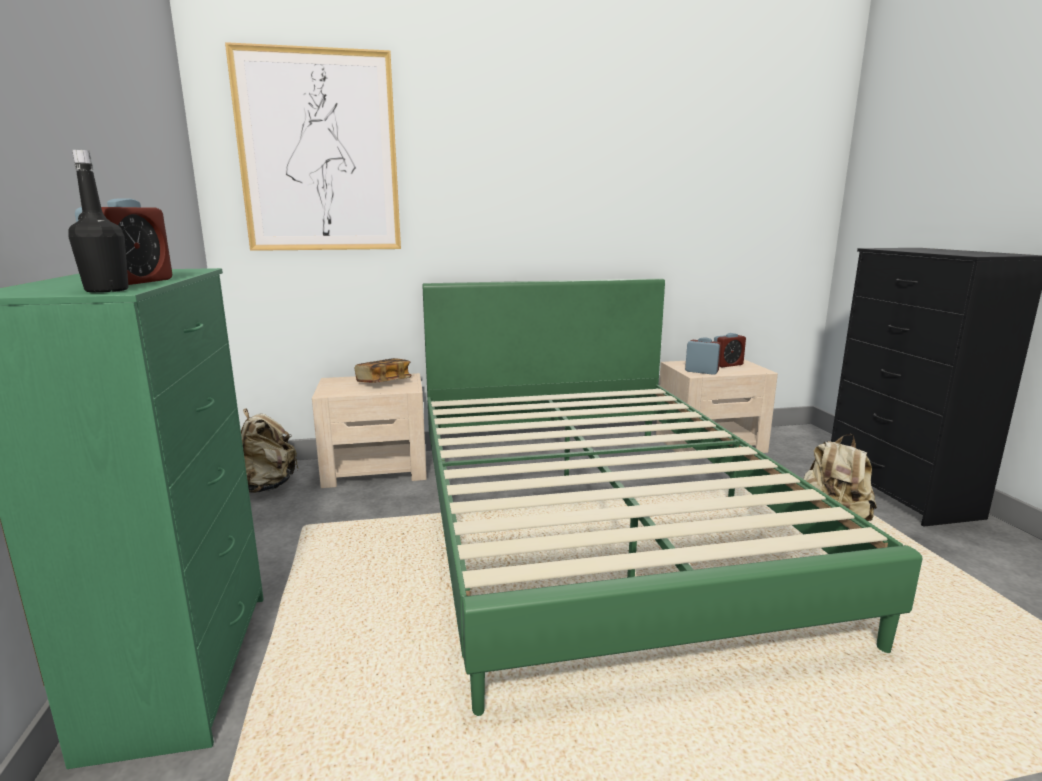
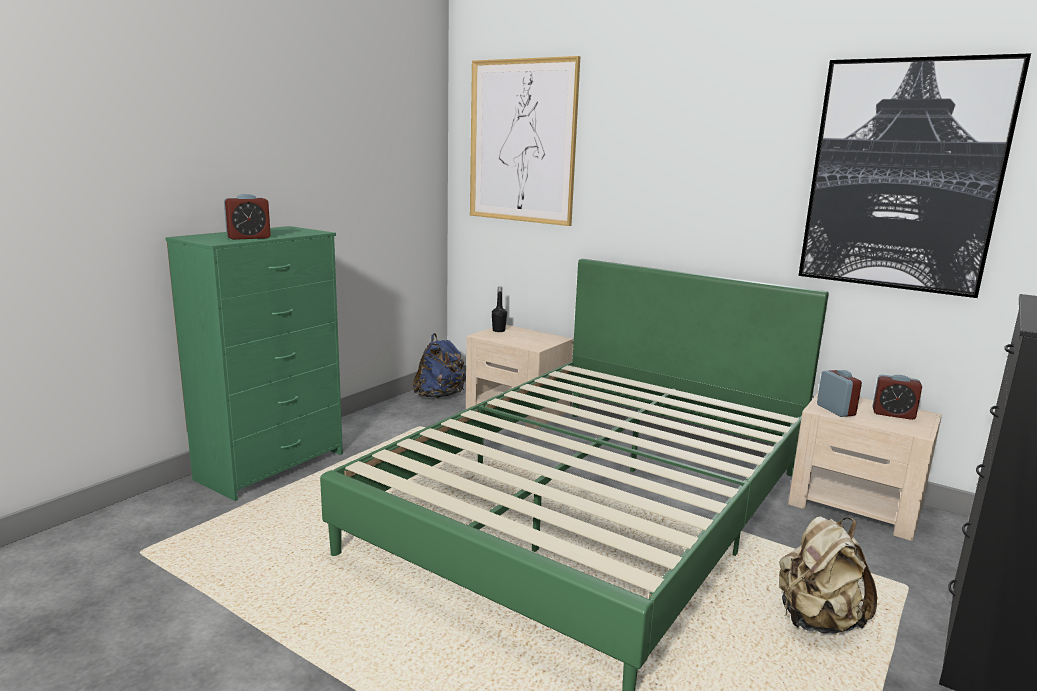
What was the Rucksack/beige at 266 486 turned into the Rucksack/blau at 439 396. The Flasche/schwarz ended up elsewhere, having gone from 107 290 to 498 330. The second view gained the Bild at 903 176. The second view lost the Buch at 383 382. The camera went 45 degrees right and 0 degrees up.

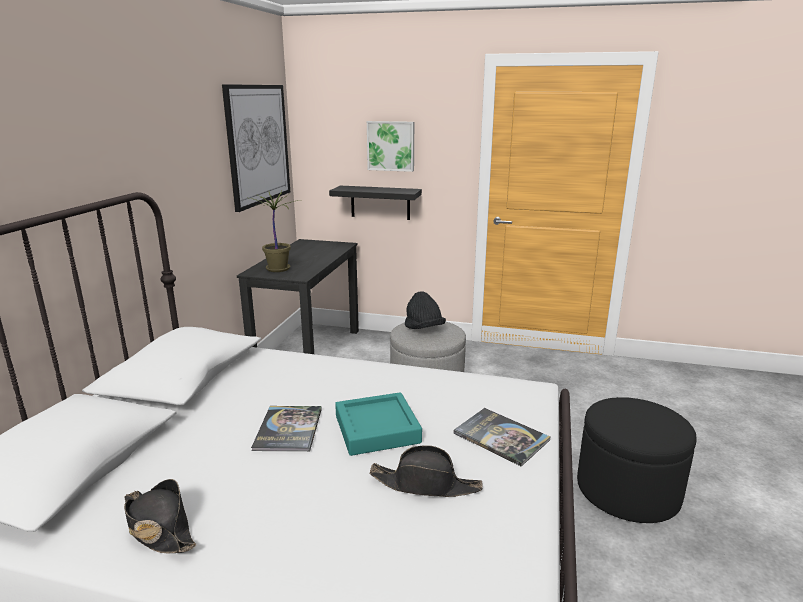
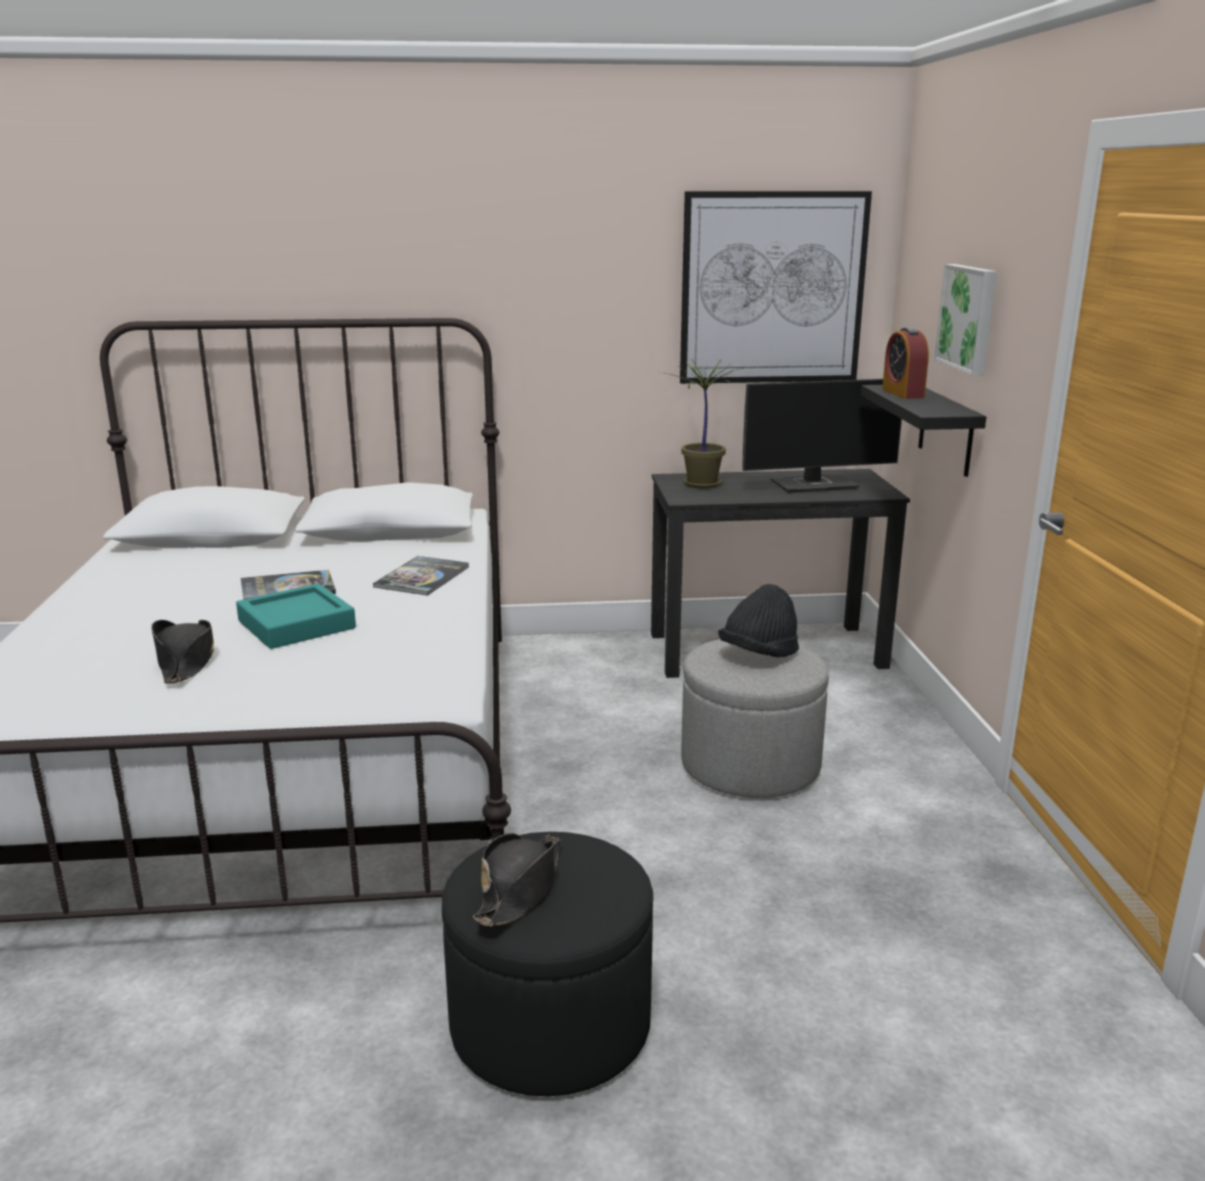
The Buch ended up elsewhere, having gone from 501 437 to 422 577. The Hut/schwarz ended up elsewhere, having gone from 158 527 to 520 888. The second view gained the Monitor at 815 485. The second view gained the Wecker at 902 393. The camera went 70 degrees right and 0 degrees up.

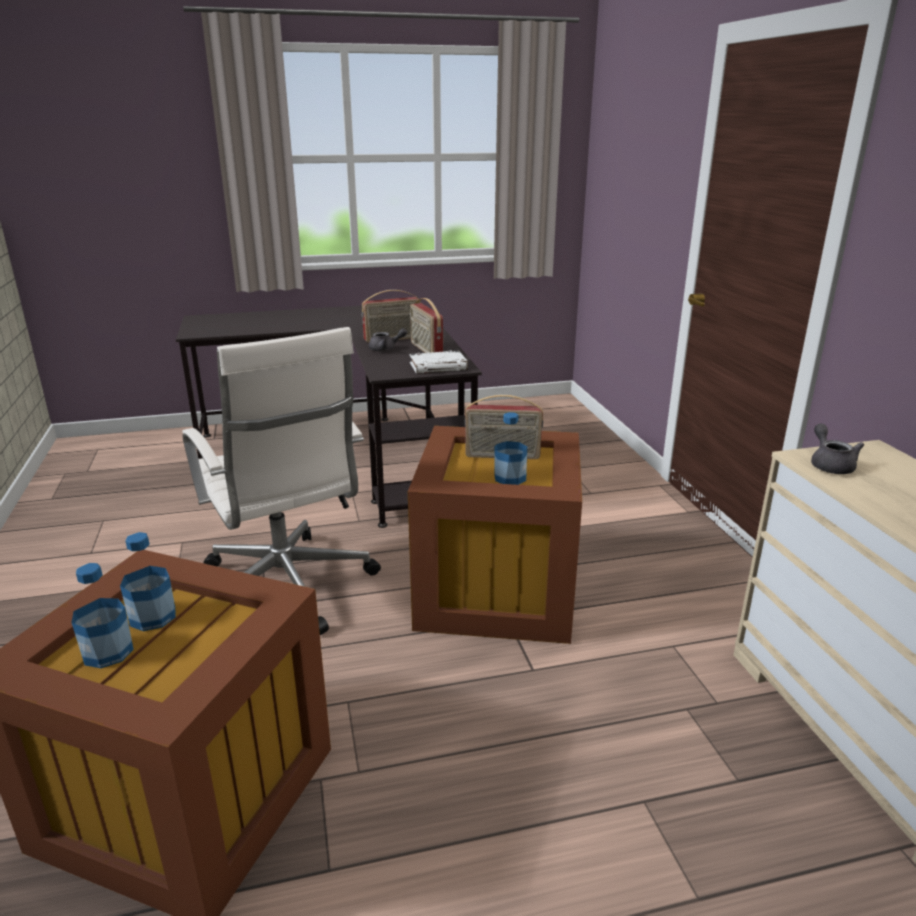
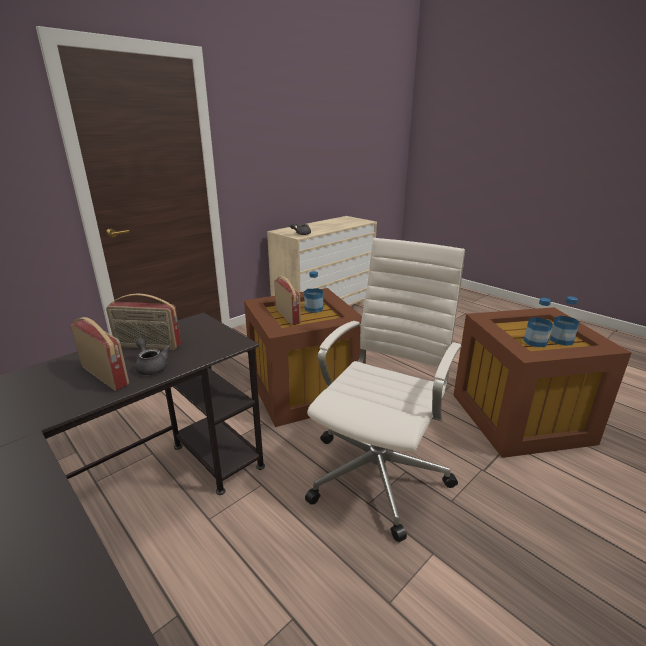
The Radio at 425 350 ended up facing another way, 60 degrees clockwise from before. The second view lost the Buch/weiß at 438 366. The camera went 120 degrees left and 0 degrees up.

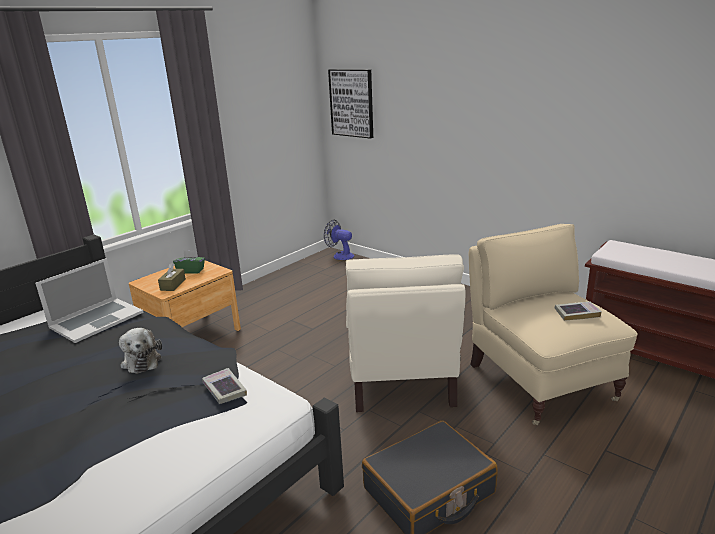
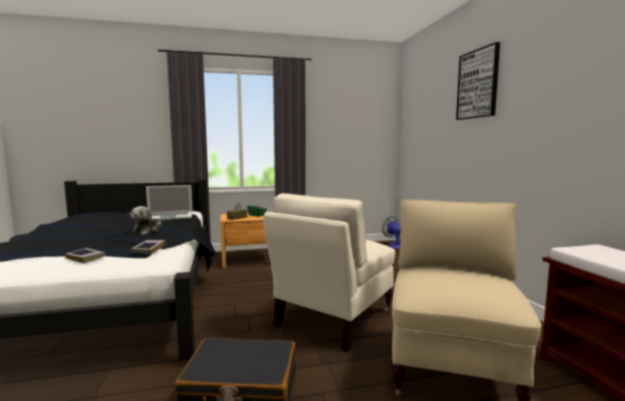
The Buch ended up elsewhere, having gone from 577 313 to 85 258. The Bild ended up elsewhere, having gone from 352 103 to 478 84. The camera went 35 degrees right and 15 degrees down.

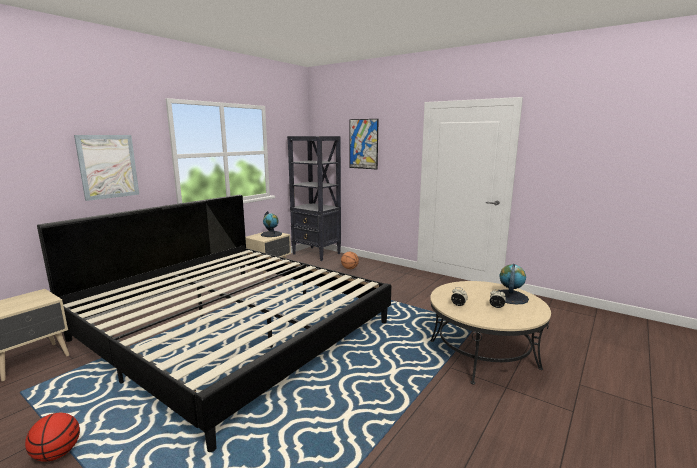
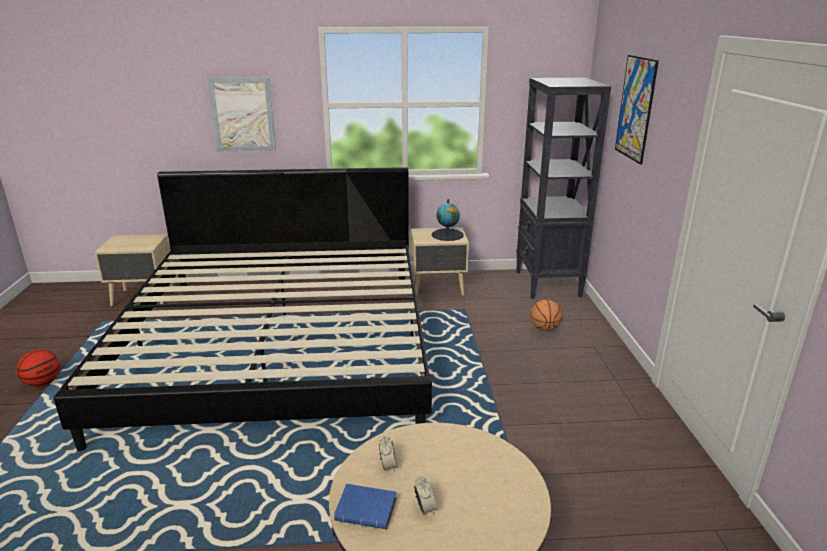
The second view gained the Buch/blau at 368 510. The second view lost the Globus at 510 297. The camera went 50 degrees right and 10 degrees up.

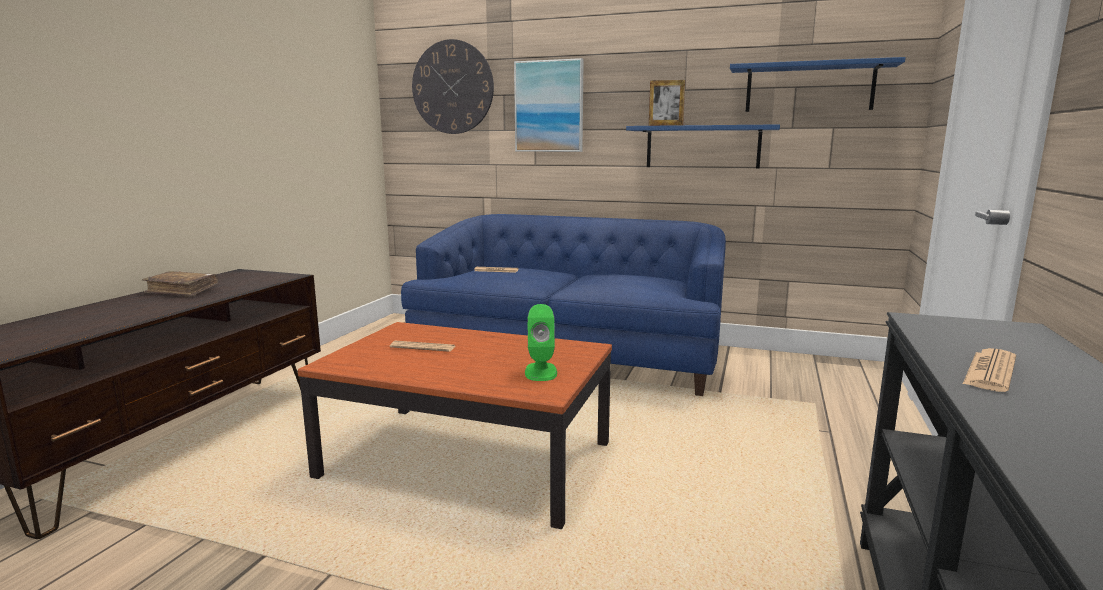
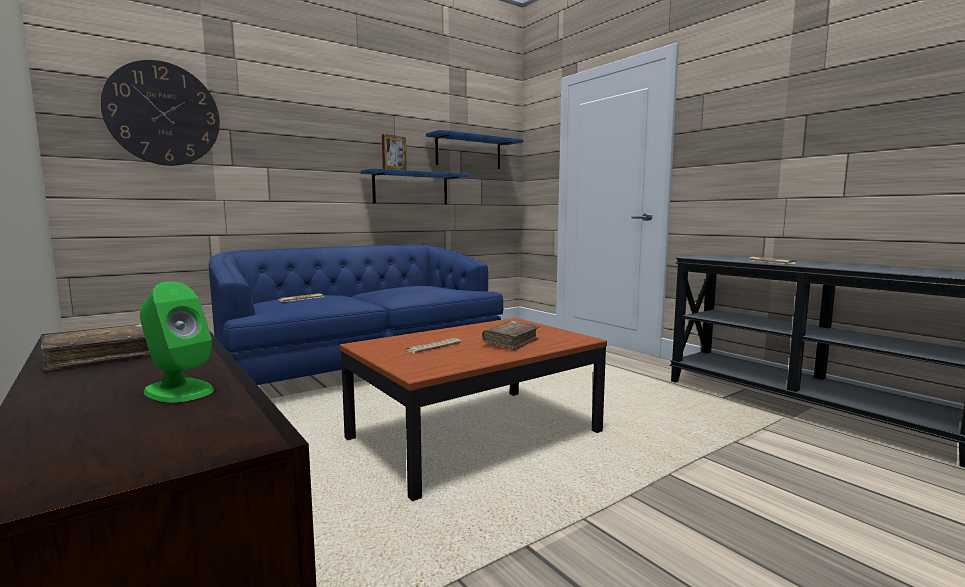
The Lautsprecher/grün ended up elsewhere, having gone from 541 372 to 178 391. The second view gained the Buch/braun at 511 342. The second view lost the Bild at 549 106. The camera went 55 degrees left and 5 degrees down.

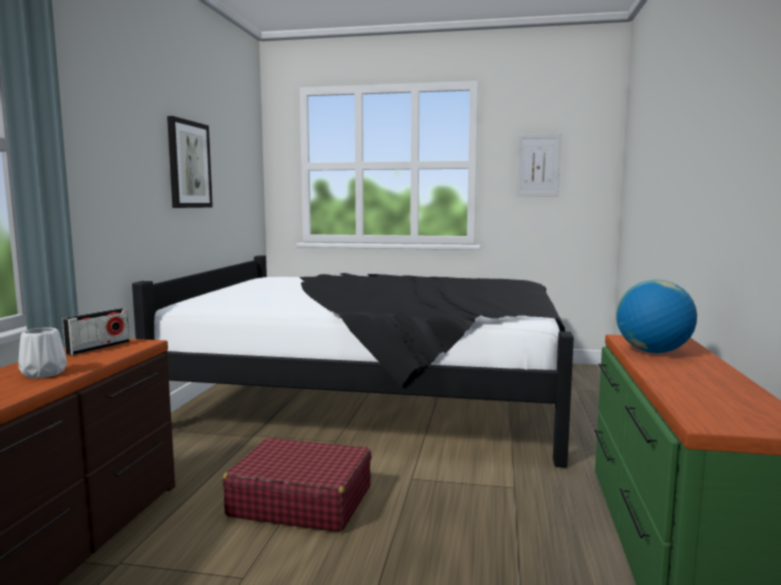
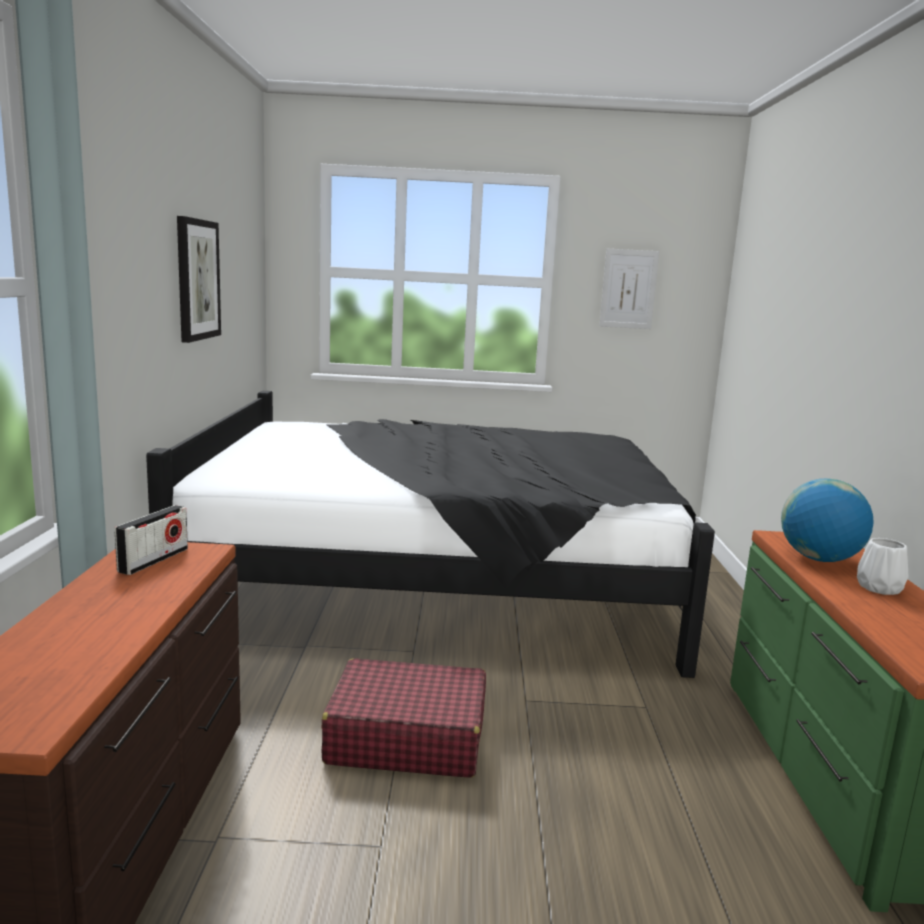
The Vase/weiß ended up elsewhere, having gone from 44 373 to 878 587. The camera went 10 degrees left and 5 degrees up.

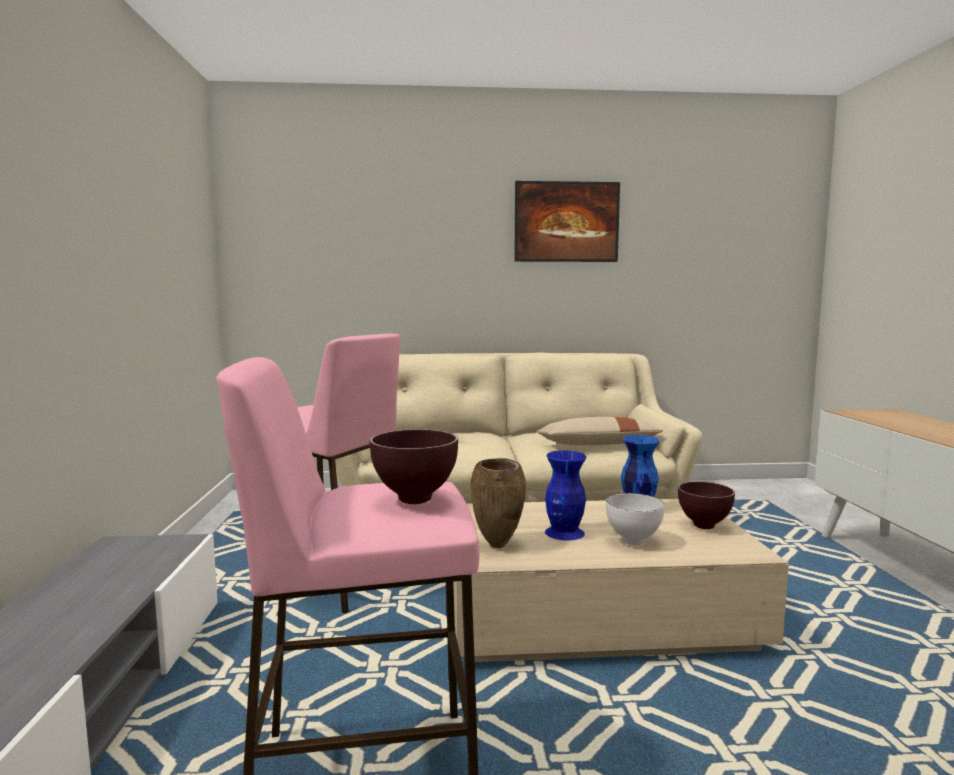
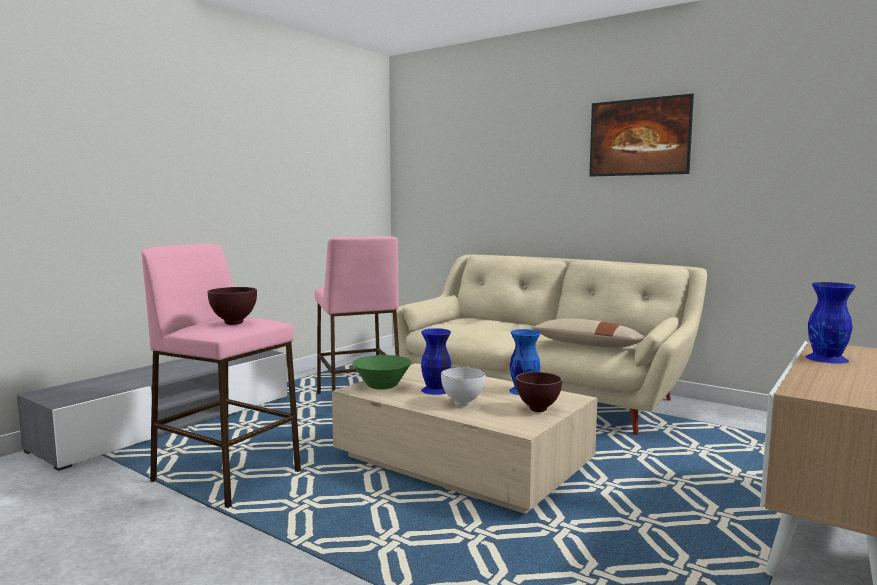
Where the Vase/braun stood at 498 545, the Schüssel/grün came to stand at 382 386. The second view gained the Vase/blau at 827 358. The camera went 40 degrees right and 0 degrees up.

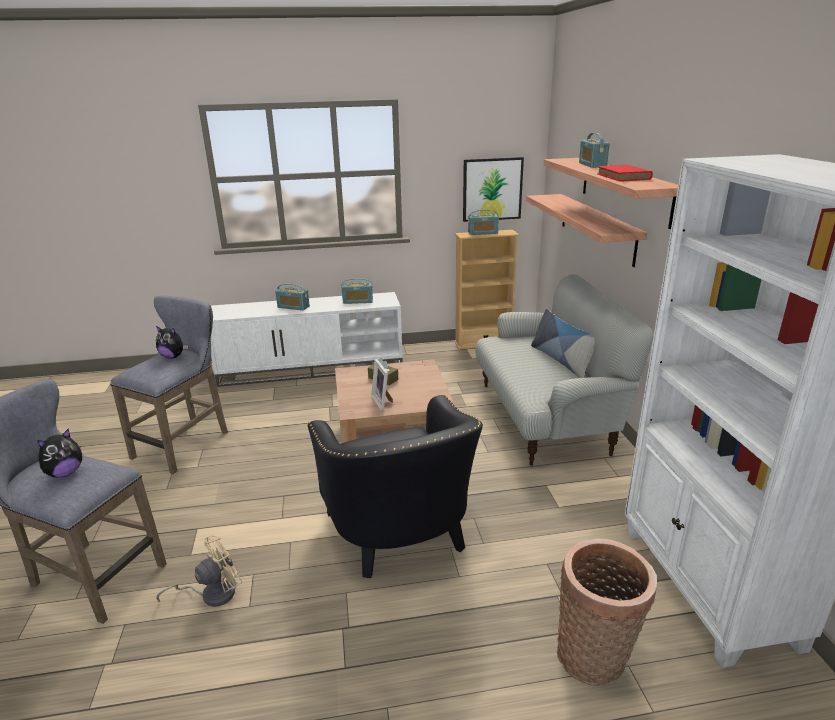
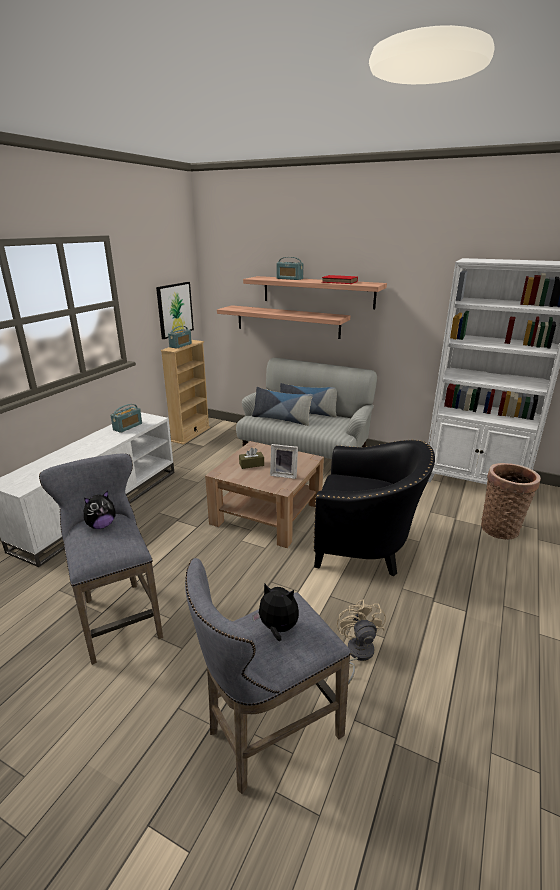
The second view gained the Kissen at 281 419. The Plüschtier at 65 473 ended up facing another way, 60 degrees counterclockwise from before. The second view lost the Radio at 293 307. The camera went 55 degrees left and 0 degrees up.

